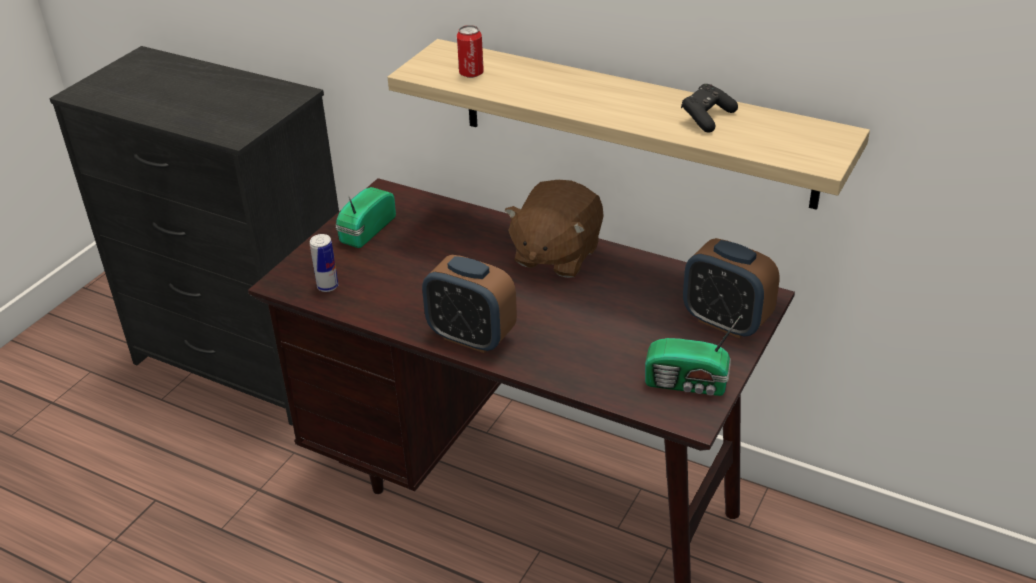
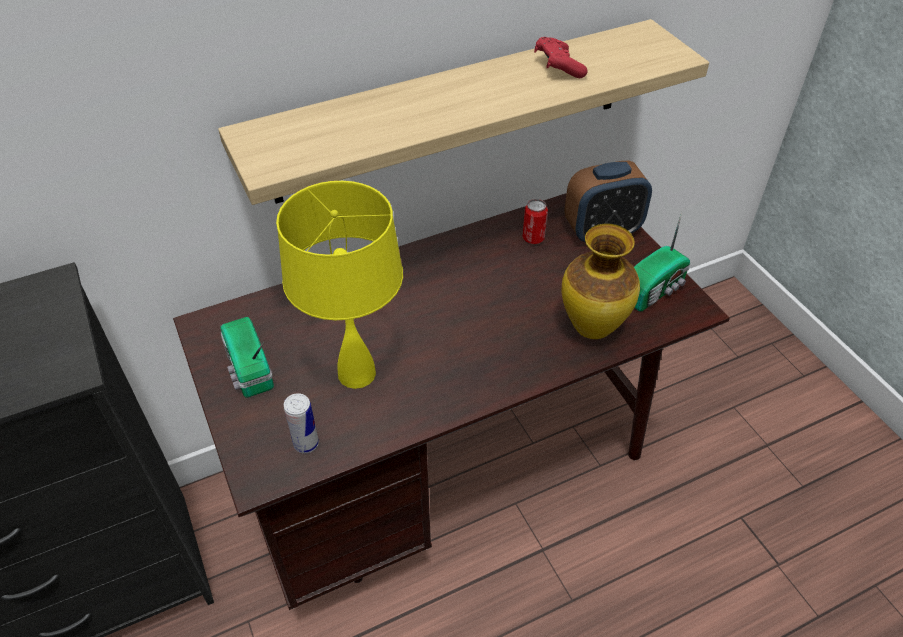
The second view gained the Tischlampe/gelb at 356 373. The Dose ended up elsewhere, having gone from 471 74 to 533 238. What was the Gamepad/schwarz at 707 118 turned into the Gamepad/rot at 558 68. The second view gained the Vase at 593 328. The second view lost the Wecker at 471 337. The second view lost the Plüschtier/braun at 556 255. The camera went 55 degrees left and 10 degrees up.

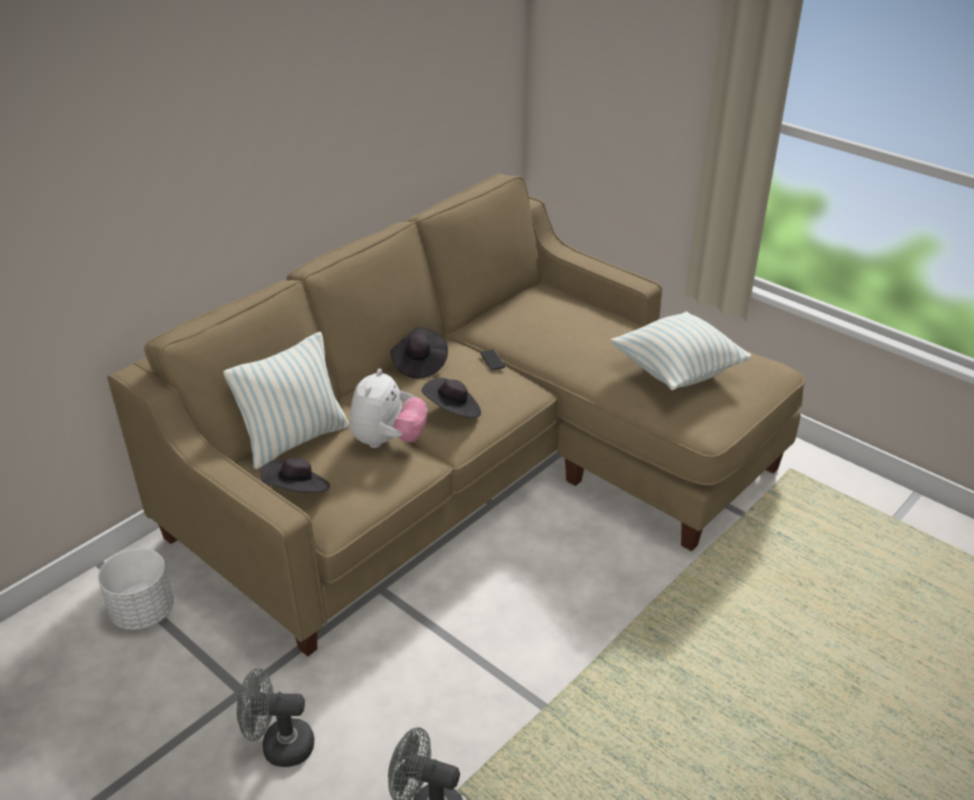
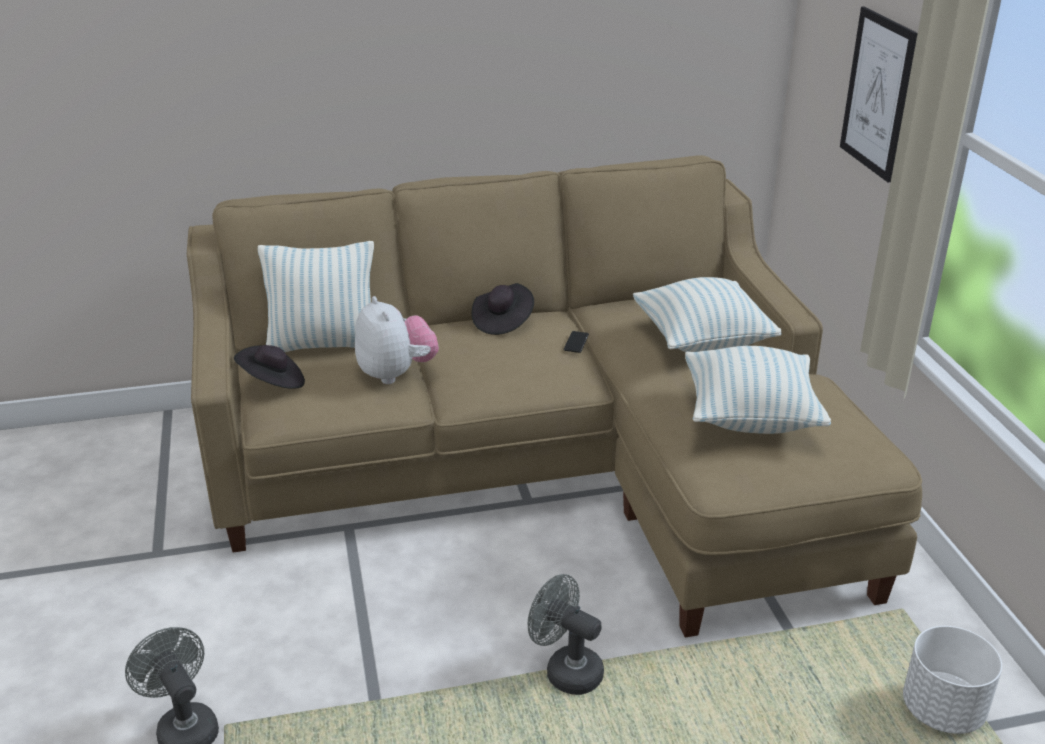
The Plüschtier at 388 441 ended up facing another way, 75 degrees counterclockwise from before. The Ventilator/grau ended up elsewhere, having gone from 279 746 to 566 670. The second view gained the Kissen at 702 342. The second view gained the Bild at 877 93. The Pflanzkübel/weiß ended up elsewhere, having gone from 143 612 to 941 710. The second view lost the Hut/schwarz at 453 411. The camera went 35 degrees right and 5 degrees down.

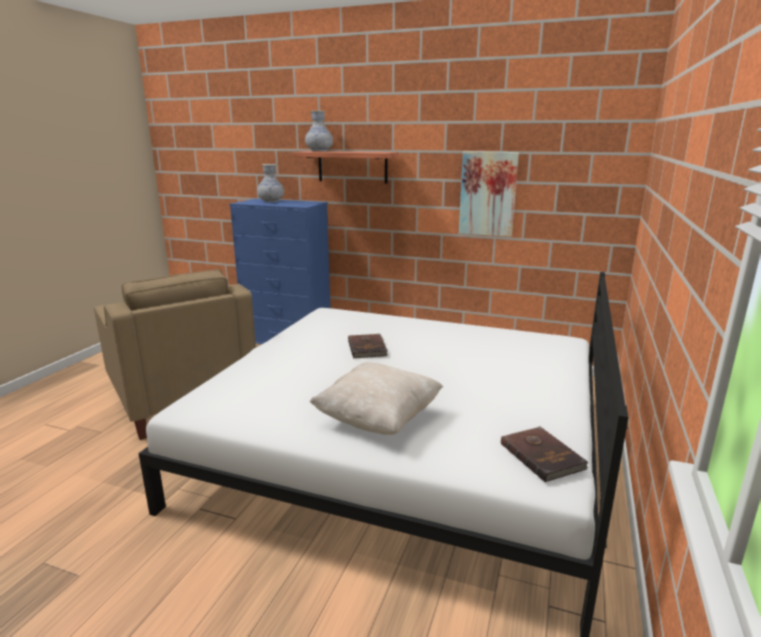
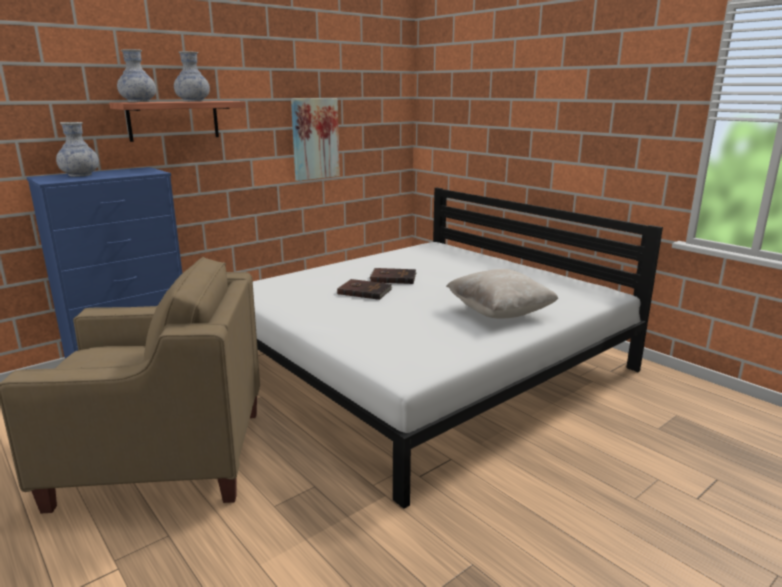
The second view gained the Vase at 193 101. The Buch/braun ended up elsewhere, having gone from 542 455 to 393 278. The camera went 60 degrees left and 0 degrees up.

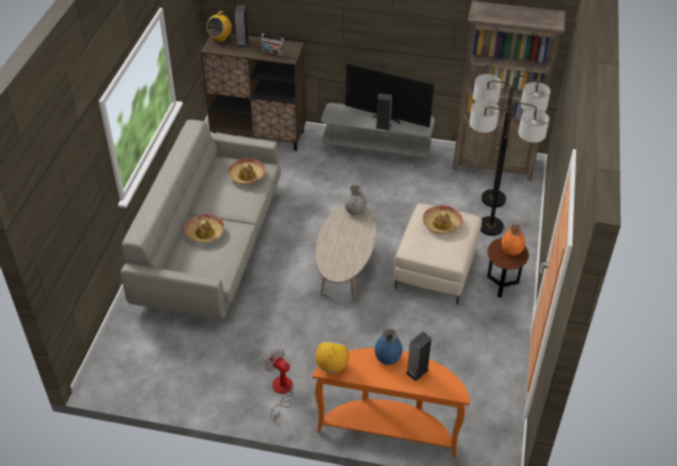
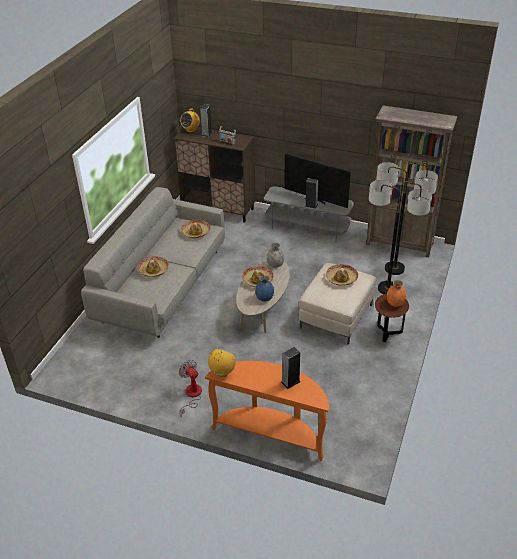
The second view gained the Hut at 257 280. The Vase/blau ended up elsewhere, having gone from 388 358 to 264 298. The camera went 10 degrees right and 5 degrees down.

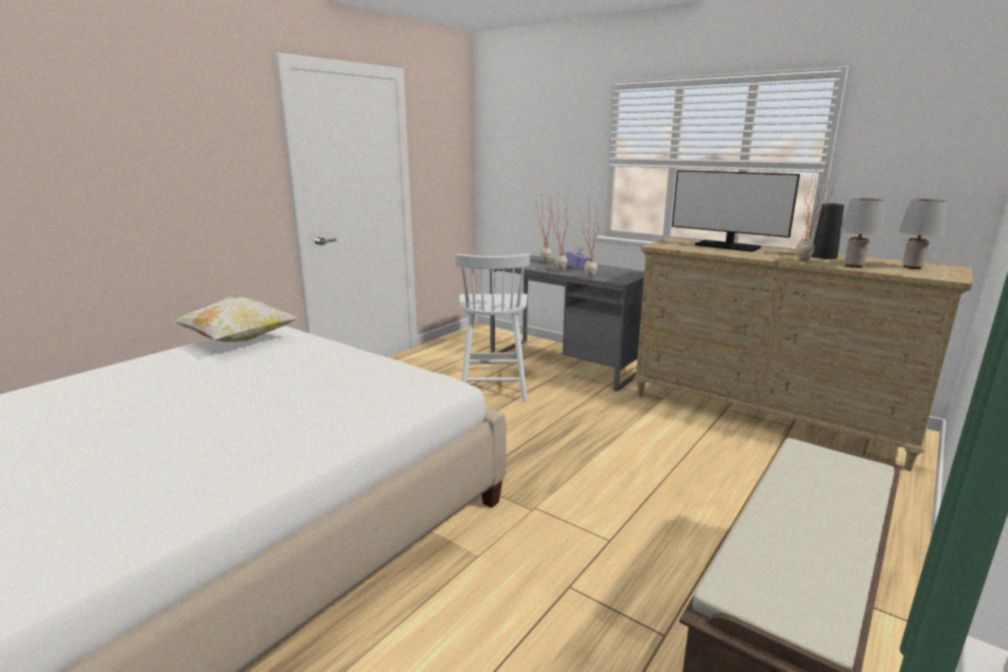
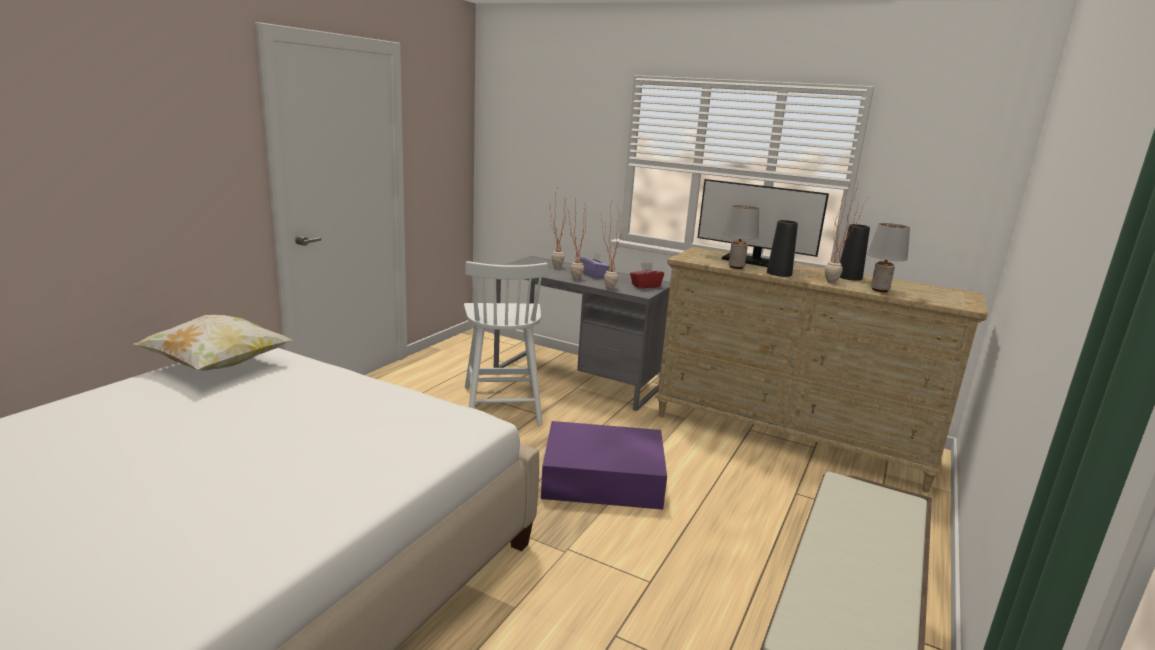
The second view gained the Aufbewahrungsbox/lila at 604 478. The second view gained the Taschentuchbox/rot at 645 286. The Tischlampe/grau ended up elsewhere, having gone from 912 267 to 736 267. The second view gained the Vase/schwarz at 779 273. The camera went 10 degrees left and 0 degrees up.

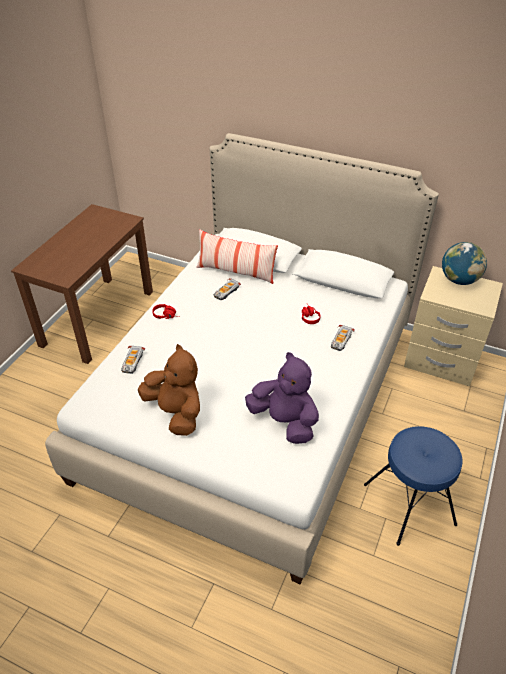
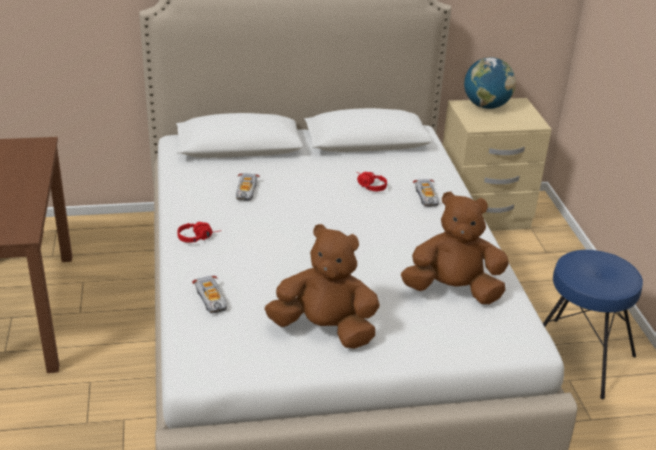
What was the Plüschtier/lila at 284 421 turned into the Plüschtier/braun at 453 290. The second view lost the Kissen at 236 272. The camera went 35 degrees left and 10 degrees down.

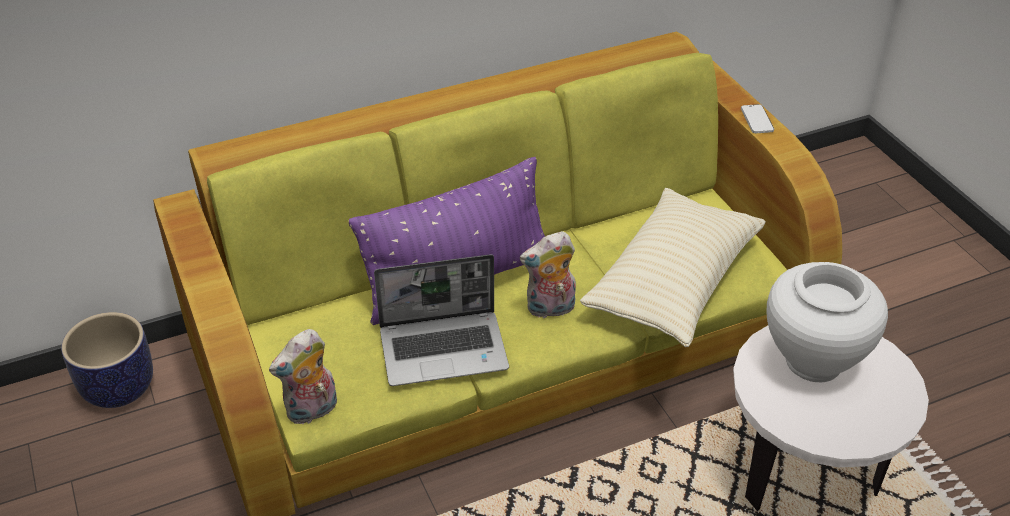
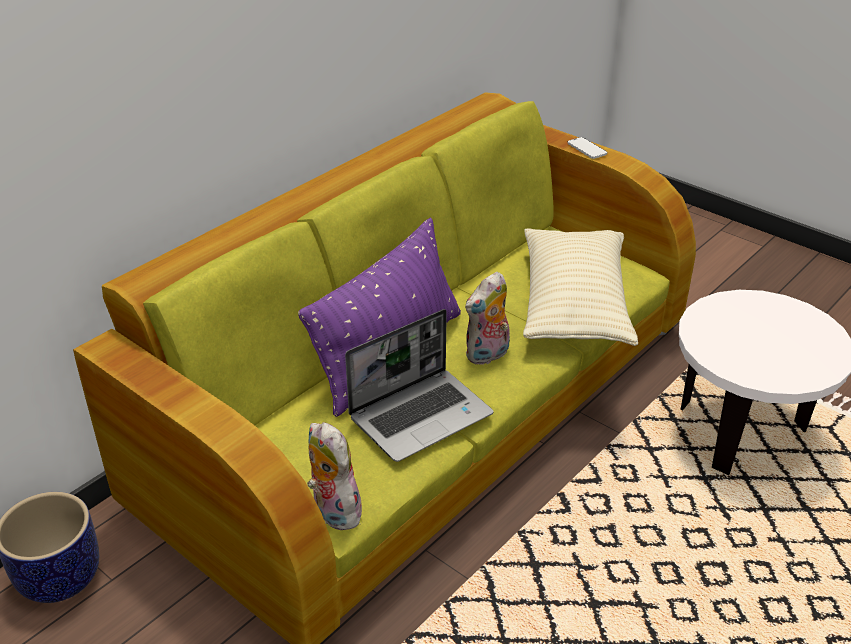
The Plüschtier at 312 411 ended up facing another way, 120 degrees clockwise from before. The second view lost the Vase/weiß at 813 361. The camera went 25 degrees left and 5 degrees down.

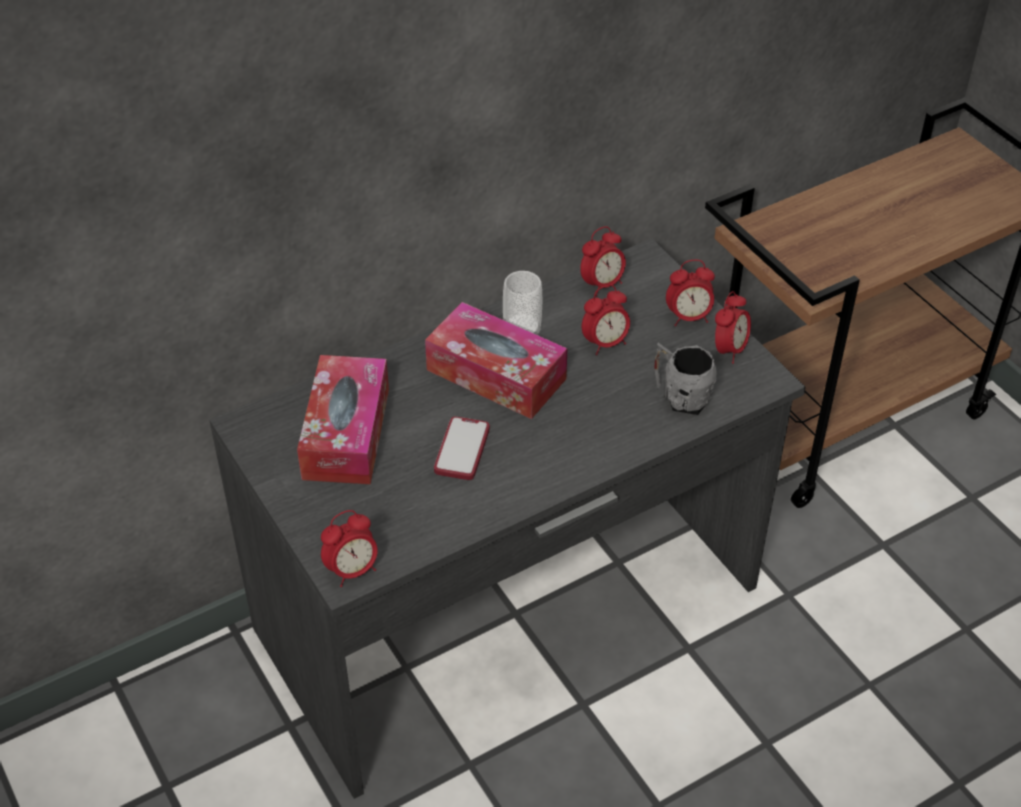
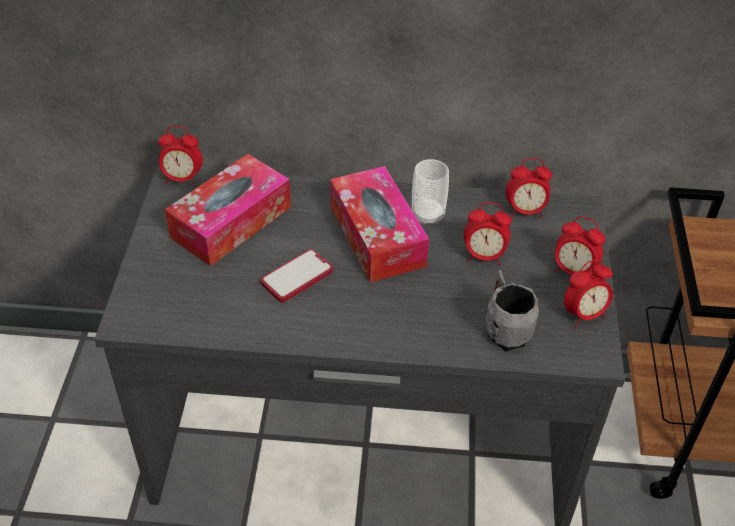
The Wecker ended up elsewhere, having gone from 352 570 to 182 179. The camera went 35 degrees right and 0 degrees up.

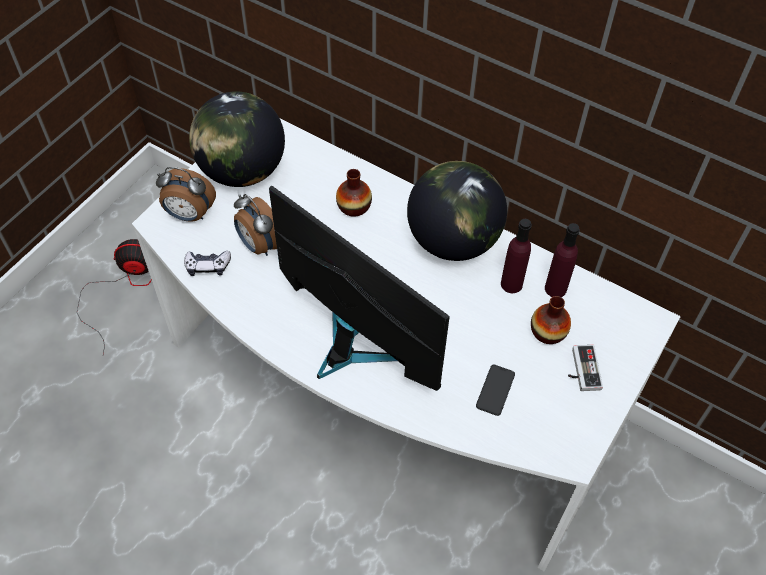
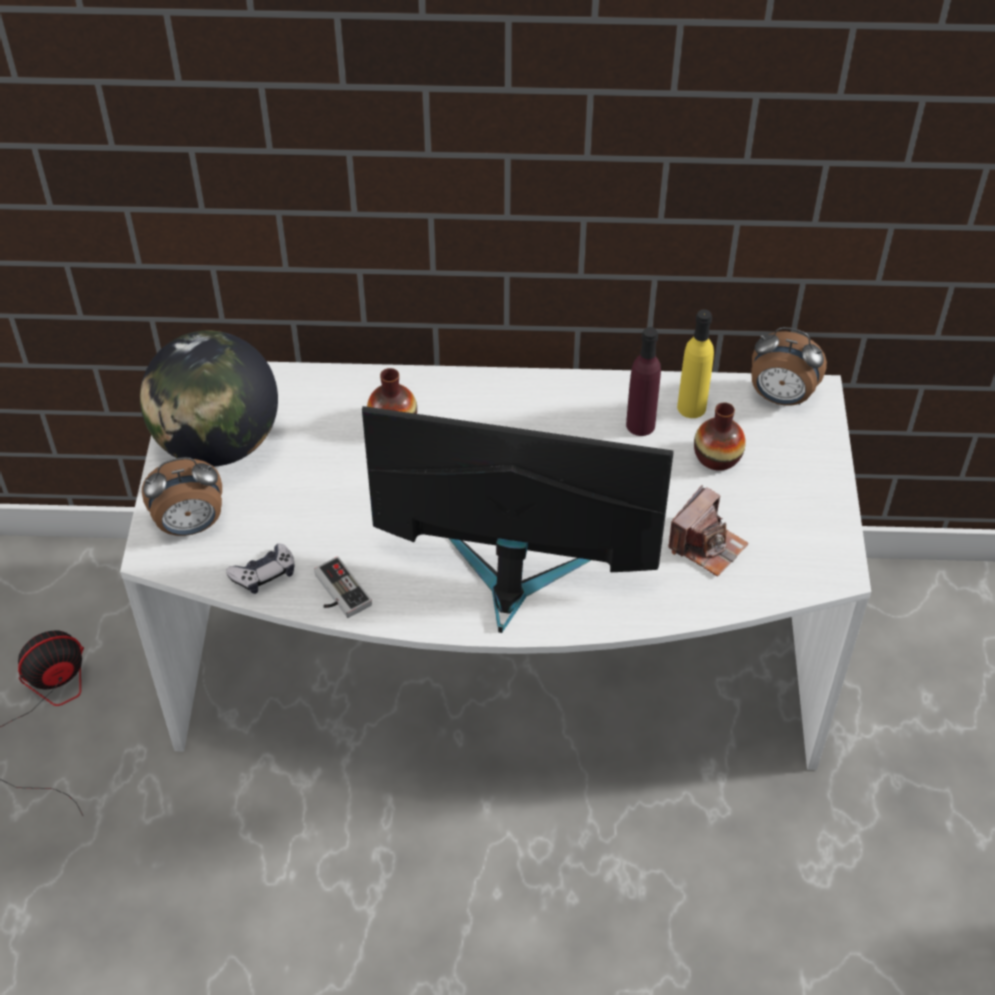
The Gamepad ended up elsewhere, having gone from 581 370 to 337 593. Where the Handy stood at 495 390, the Kamera came to stand at 707 545. What was the Flasche/lila at 555 288 turned into the Flasche/gelb at 691 407. The Wecker ended up elsewhere, having gone from 260 245 to 780 397. The second view lost the Globus at 453 241. The camera went 30 degrees left and 5 degrees down.

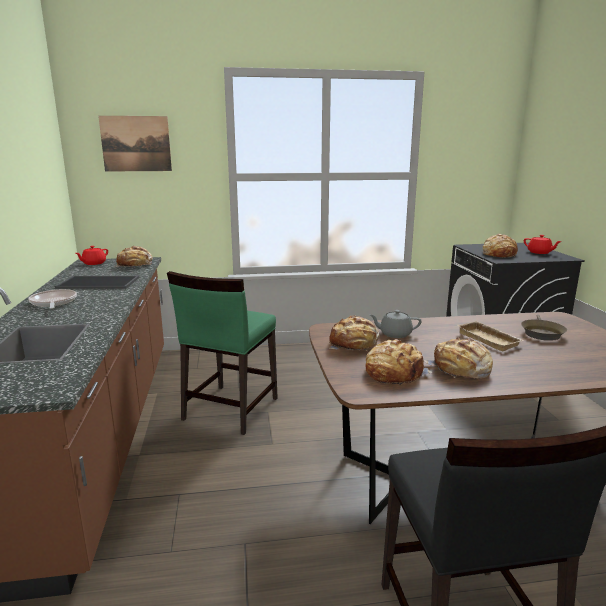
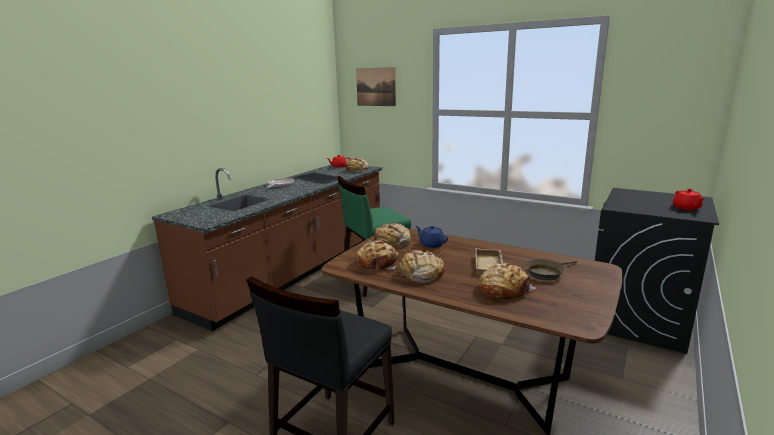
What was the Teekanne/grau at 394 334 turned into the Teekanne/blau at 431 244. The Brot ended up elsewhere, having gone from 499 254 to 504 290. The camera went 40 degrees right and 0 degrees up.

